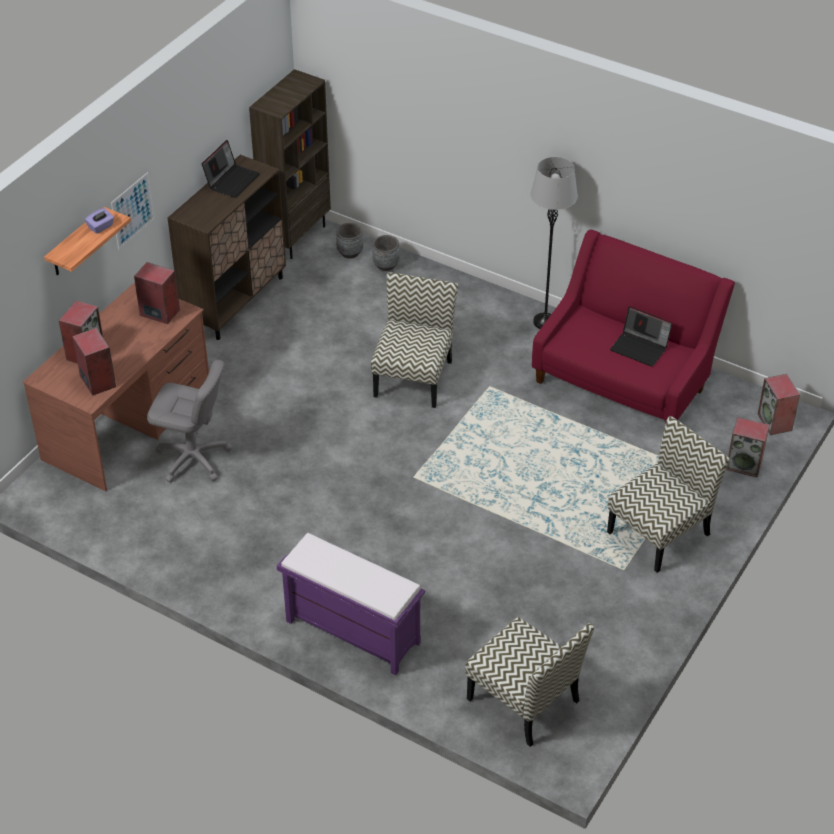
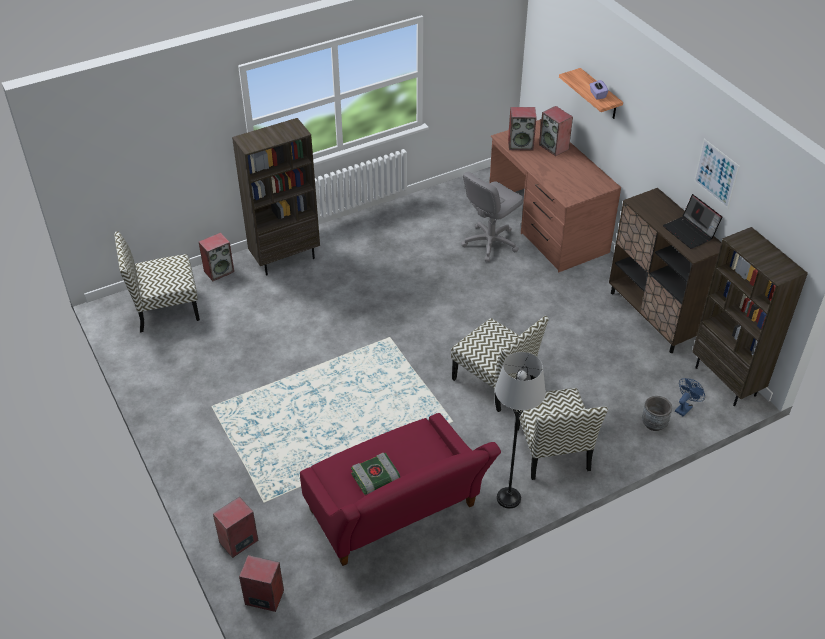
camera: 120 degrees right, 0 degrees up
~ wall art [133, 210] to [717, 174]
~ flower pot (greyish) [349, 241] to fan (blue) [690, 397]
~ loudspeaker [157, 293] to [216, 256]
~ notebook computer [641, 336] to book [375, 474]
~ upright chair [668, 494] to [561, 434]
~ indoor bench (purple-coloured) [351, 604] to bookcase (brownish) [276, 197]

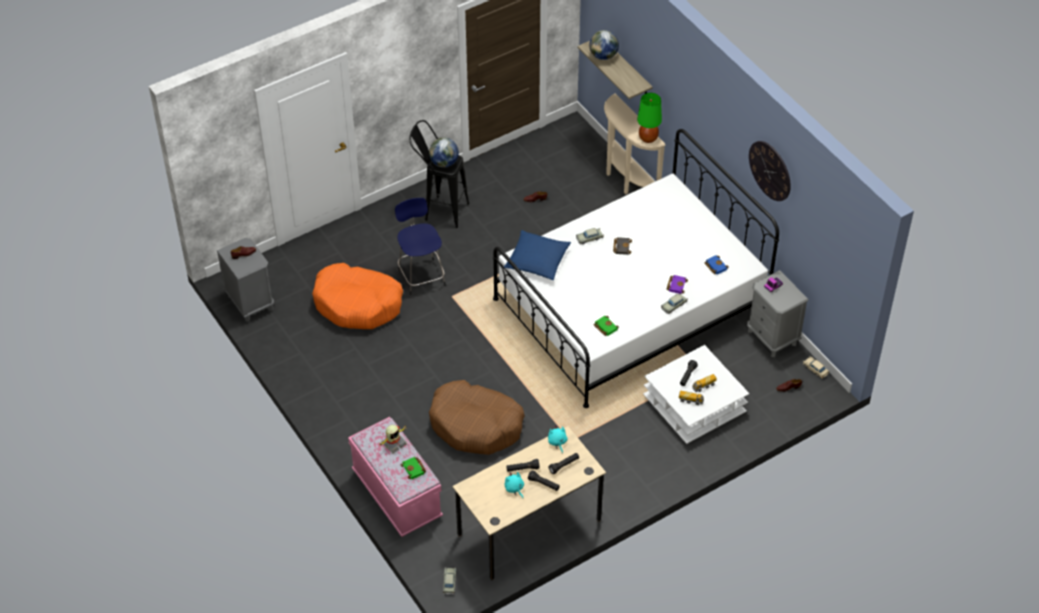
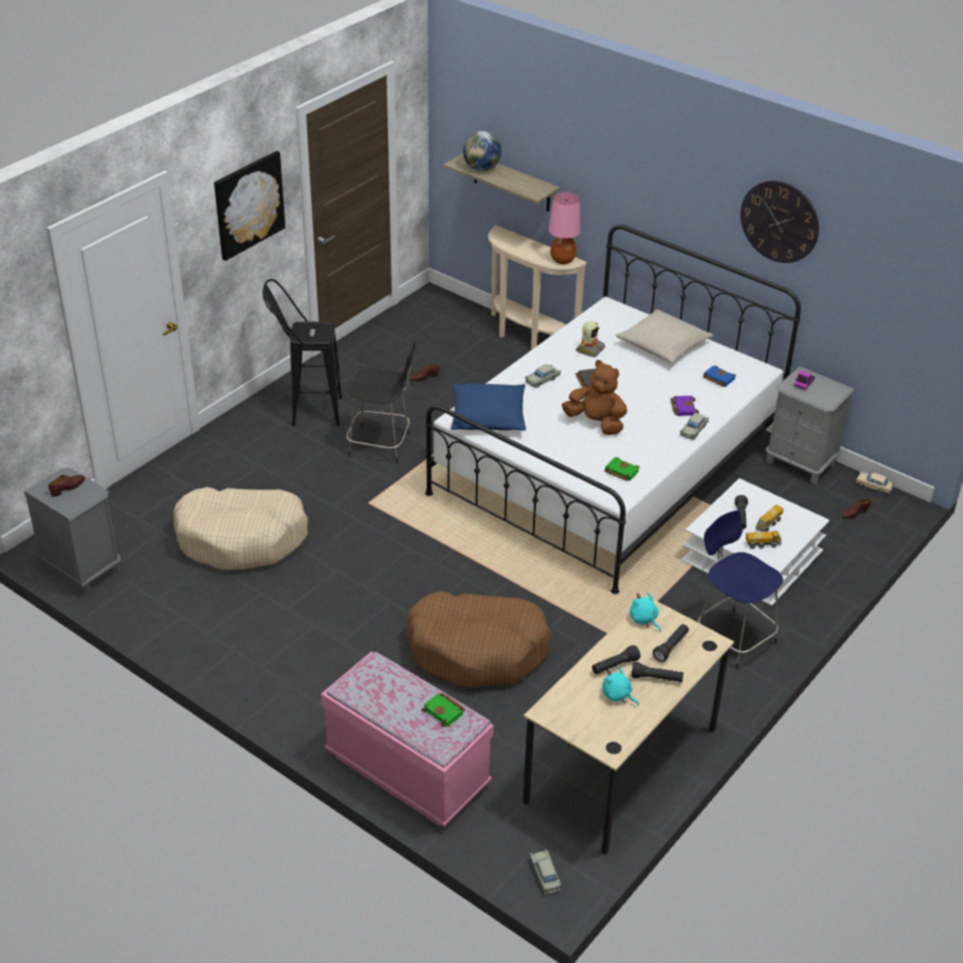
camera: 20 degrees left, 10 degrees down
~ table lamp (green-coloured) [649, 118] to table lamp (pinkish) [565, 228]
- world globe [444, 153]
~ stool seat (blue) [420, 246] to [740, 590]
~ dog cushion (orangey) [357, 296] to dog cushion (beige-coloured) [241, 528]
~ toy robot [392, 439] to [590, 339]
+ wall art [249, 206]
+ pillow (beige-coloured) [664, 336]
+ stool seat (blackish) [380, 403]
+ soft toy (brownish) [594, 397]

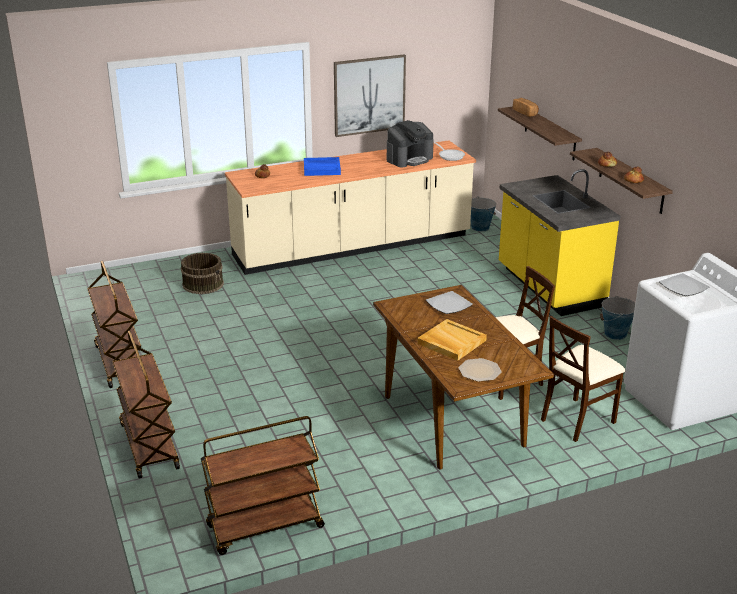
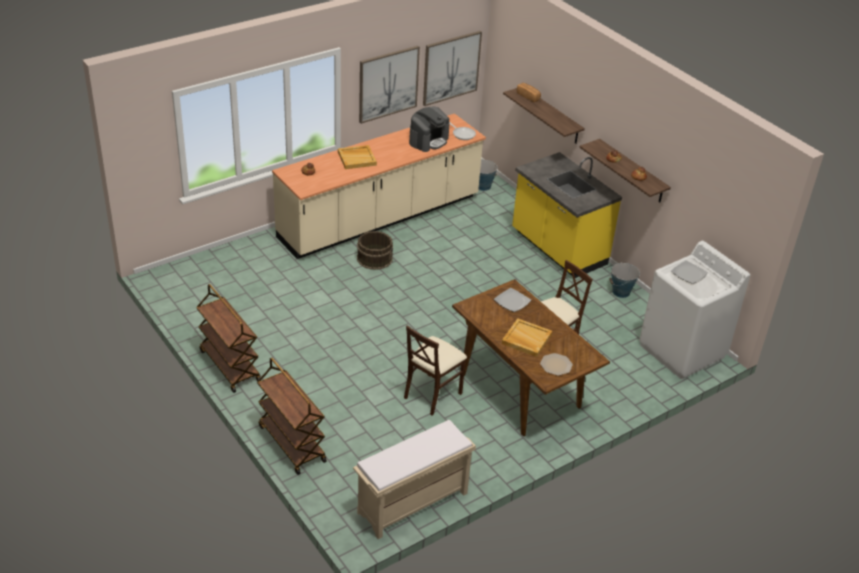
camera: 15 degrees left, 10 degrees up
~ carrying tray (blue) [322, 166] to carrying tray (beige-coloured) [357, 157]
~ water bucket (brownish) [202, 273] to [375, 250]
~ upright chair (beige-coloured) [583, 379] to [435, 370]
~ cart (brownish) [263, 485] to indoor bench (beige-coloured) [414, 479]
+ wall art [452, 68]

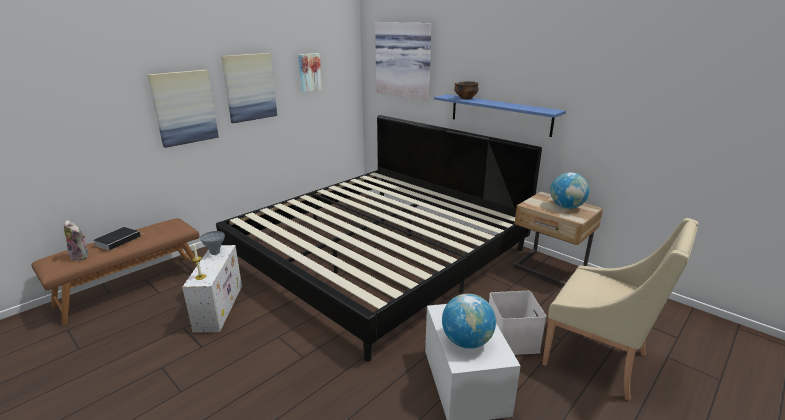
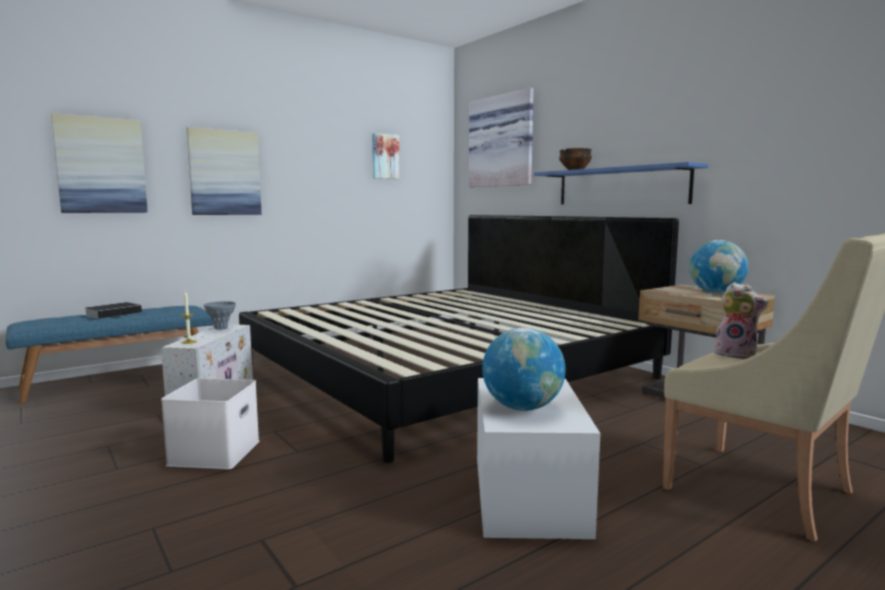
camera: 10 degrees right, 15 degrees down
~ wall art [249, 88] to [99, 163]
~ indoor bench (brownish) [115, 272] to indoor bench (blue) [110, 355]
~ soft toy [76, 240] to [741, 320]
~ storage bin (white) [517, 323] to [210, 423]

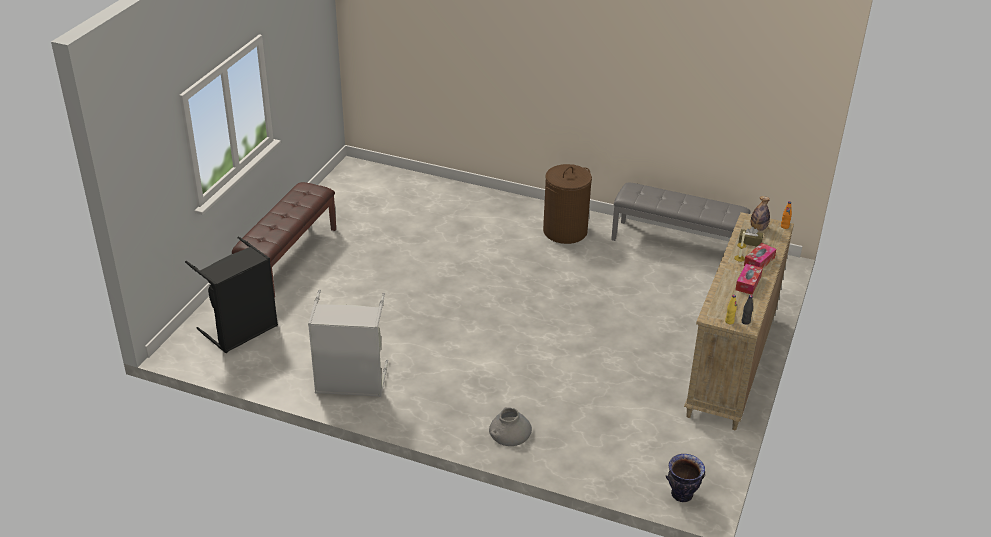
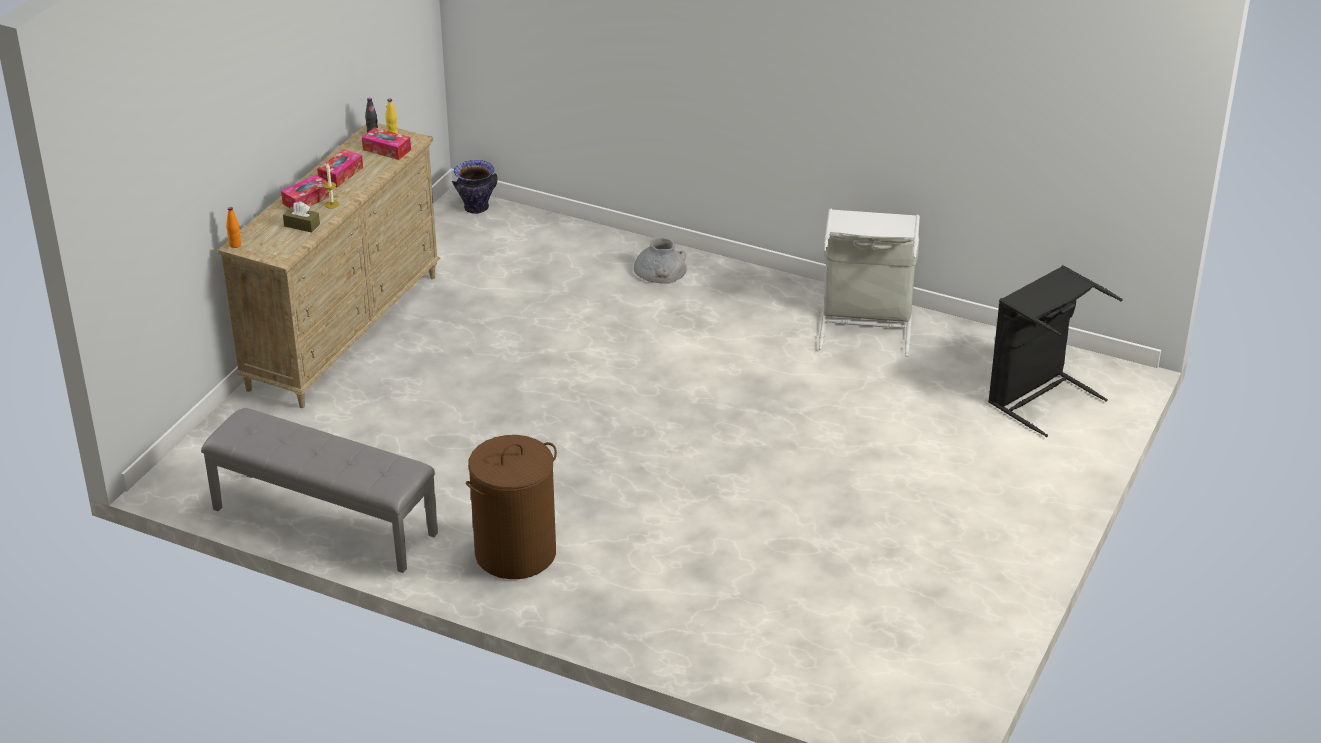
camera: 175 degrees left, 0 degrees up
- indoor bench (brownish) [284, 240]
- bottle [760, 213]
+ tissue holder [386, 143]

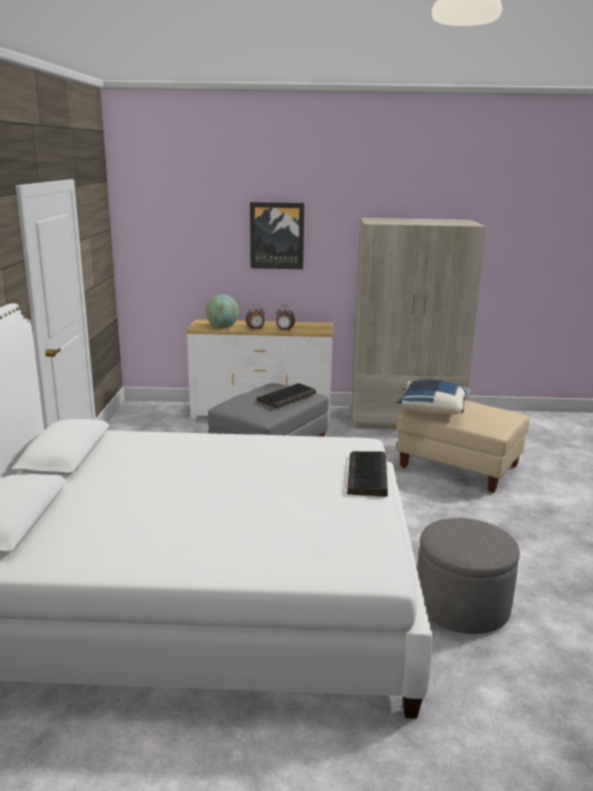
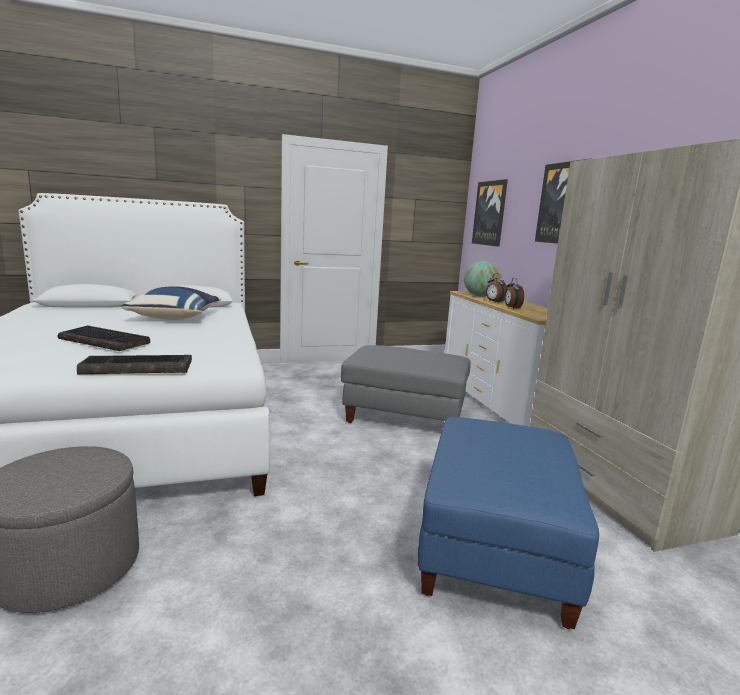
camera: 70 degrees right, 5 degrees down
~ pillow (blue) [434, 397] to [171, 303]
~ keyboard [286, 395] to [103, 338]
~ footrest (beige-coloured) [463, 446] to footrest (blue) [508, 523]
+ wall art [490, 213]

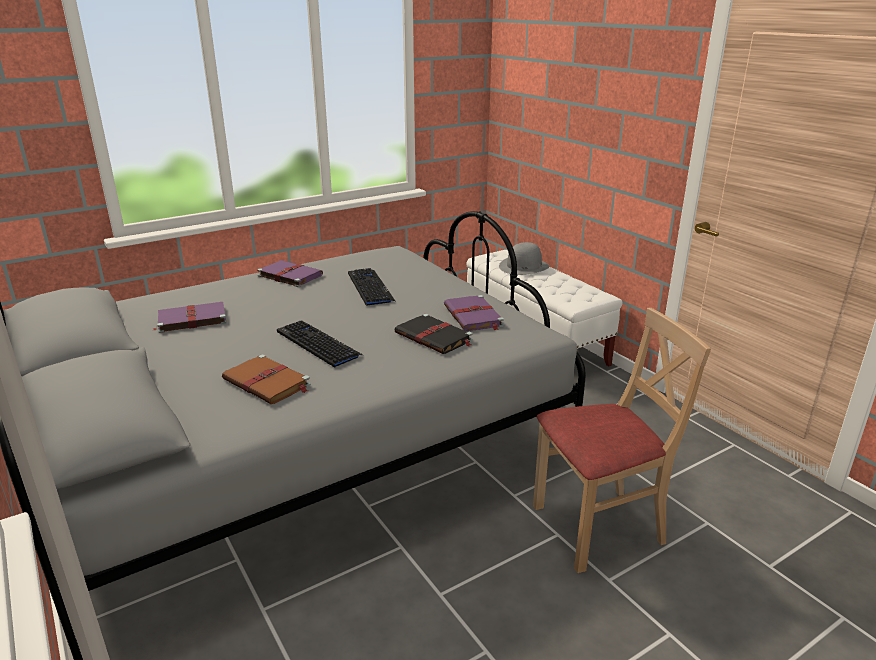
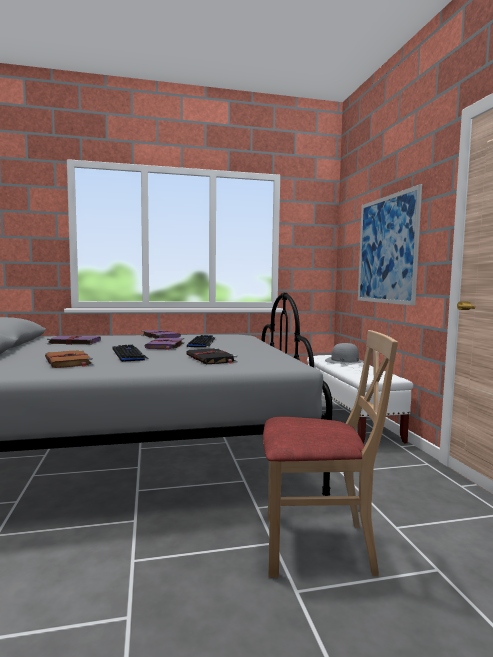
camera: 20 degrees right, 20 degrees down
~ book (purple-coloured) [474, 313] to [164, 344]
+ wall art [390, 245]

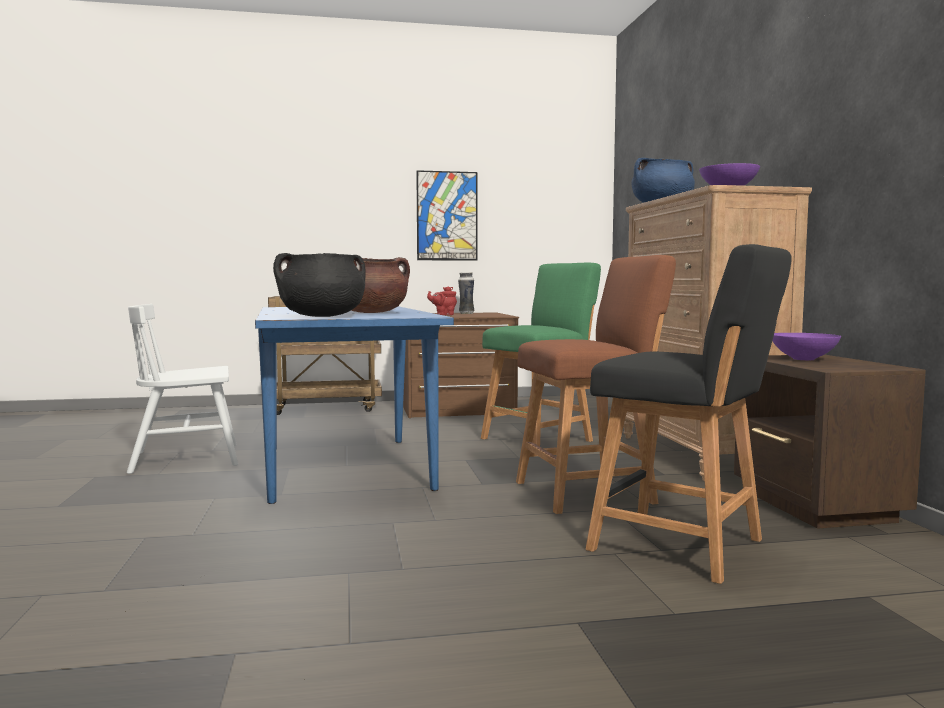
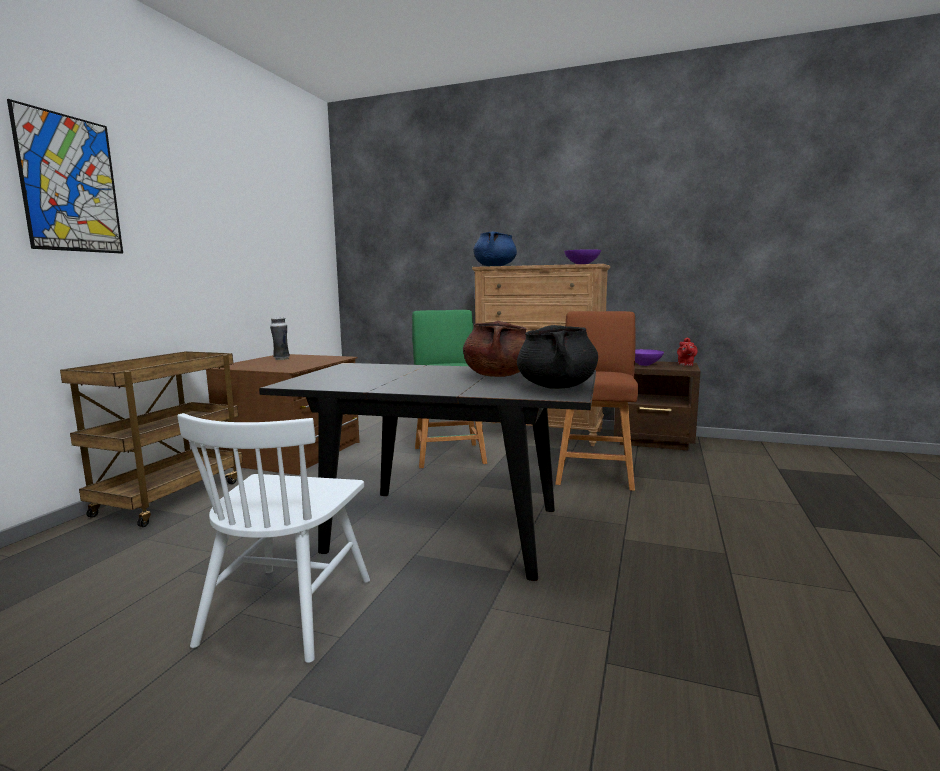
camera: 60 degrees left, 5 degrees up
~ wall art [447, 215] to [65, 176]
- stool seat (blackish) [688, 414]
~ tea pot (red) [442, 300] to [687, 351]
~ dinner table (blue) [354, 405] to dinner table (blackish) [427, 472]

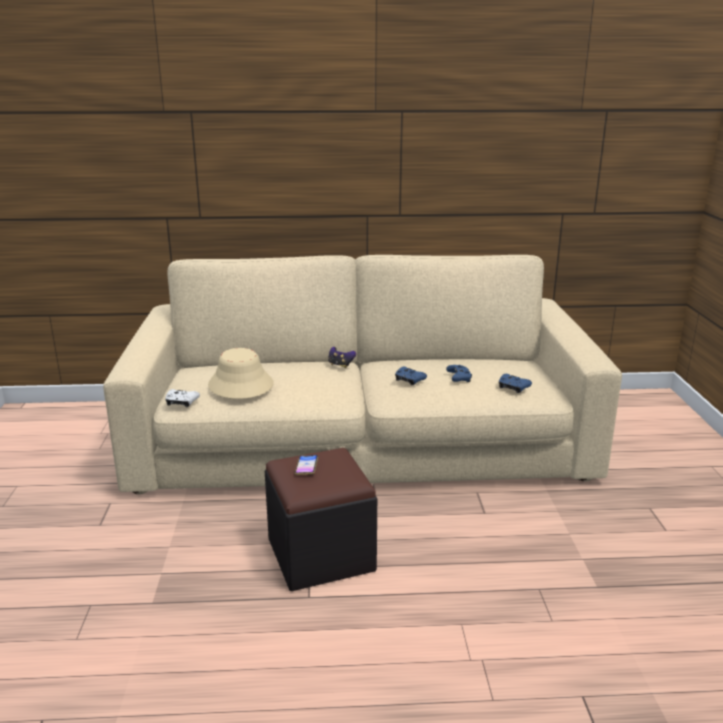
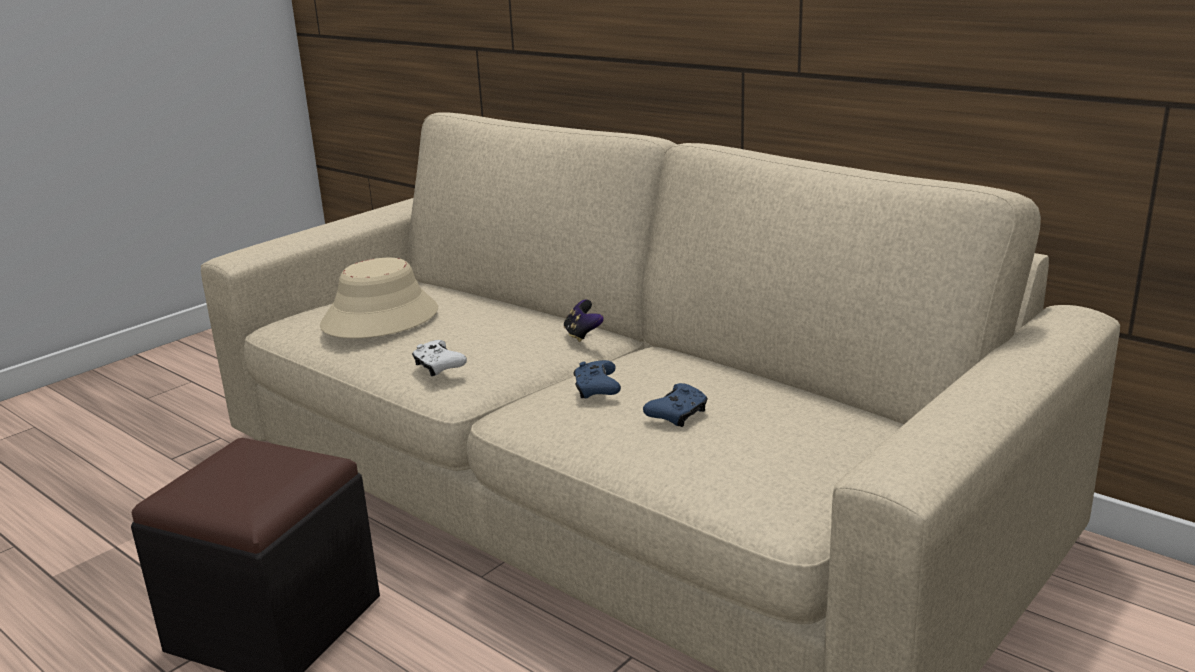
camera: 45 degrees right, 0 degrees up
- joypad (blue) [515, 383]
~ joypad (white) [182, 398] to [439, 358]
- handset [306, 465]

